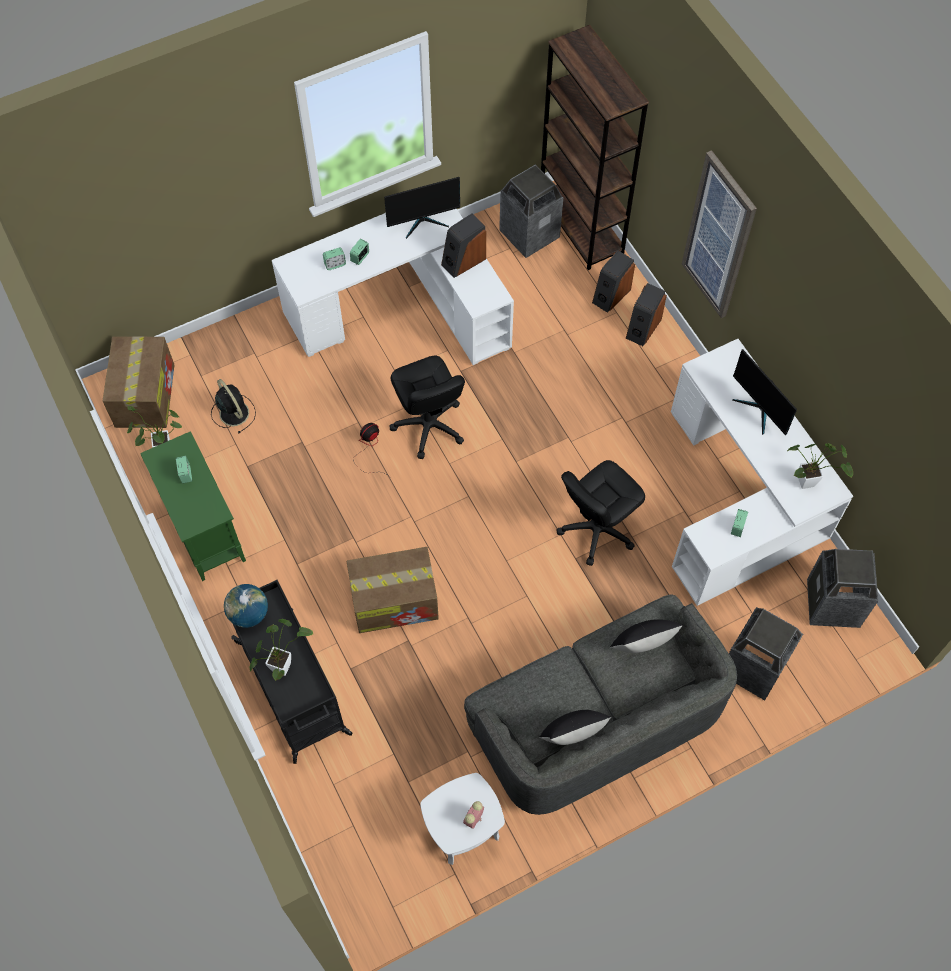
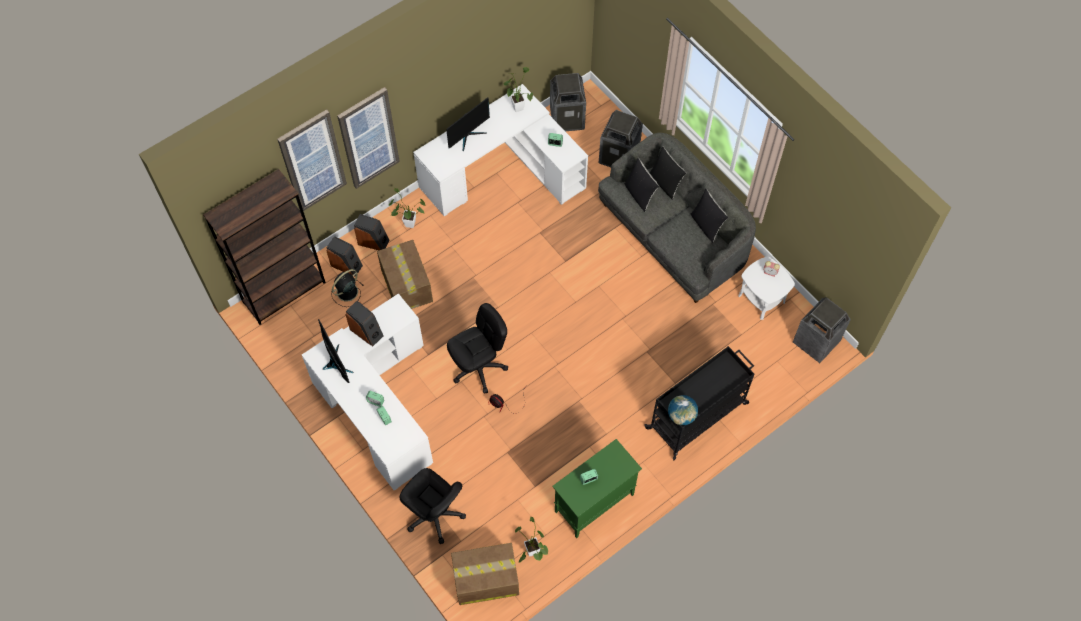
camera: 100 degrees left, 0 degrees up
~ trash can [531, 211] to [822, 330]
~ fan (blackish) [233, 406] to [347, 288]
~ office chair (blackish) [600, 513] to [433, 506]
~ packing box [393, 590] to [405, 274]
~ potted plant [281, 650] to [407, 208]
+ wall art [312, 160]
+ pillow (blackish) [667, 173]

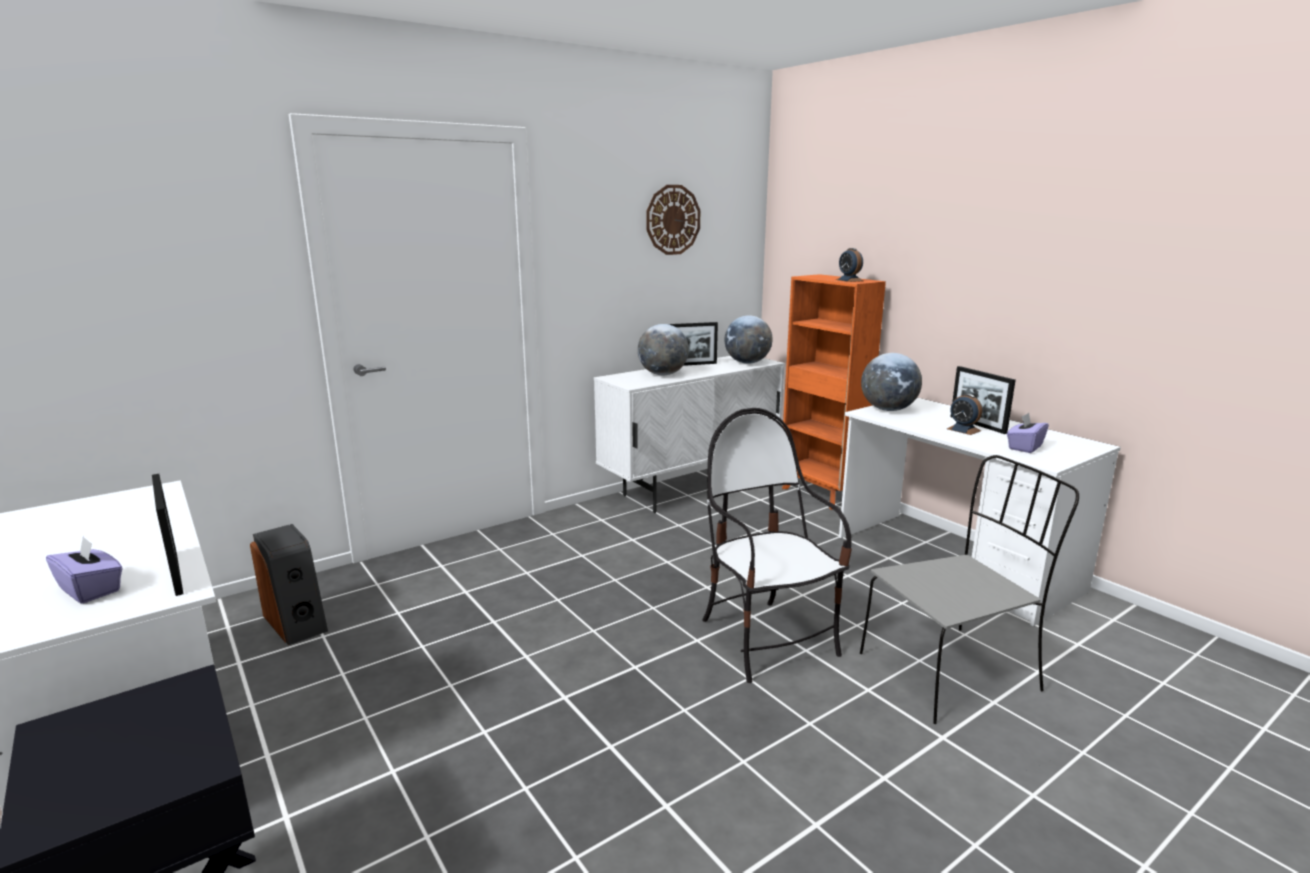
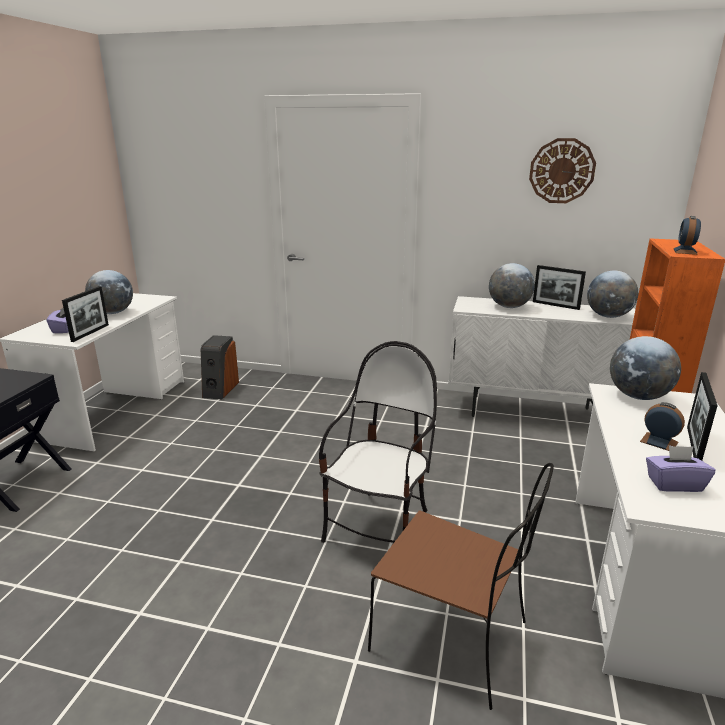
camera: 50 degrees right, 5 degrees up
~ table clock [965, 414] = [662, 426] 120 degrees clockwise
~ upright chair (greyish) [969, 589] to upright chair (brownish) [461, 586]
+ world globe [109, 292]

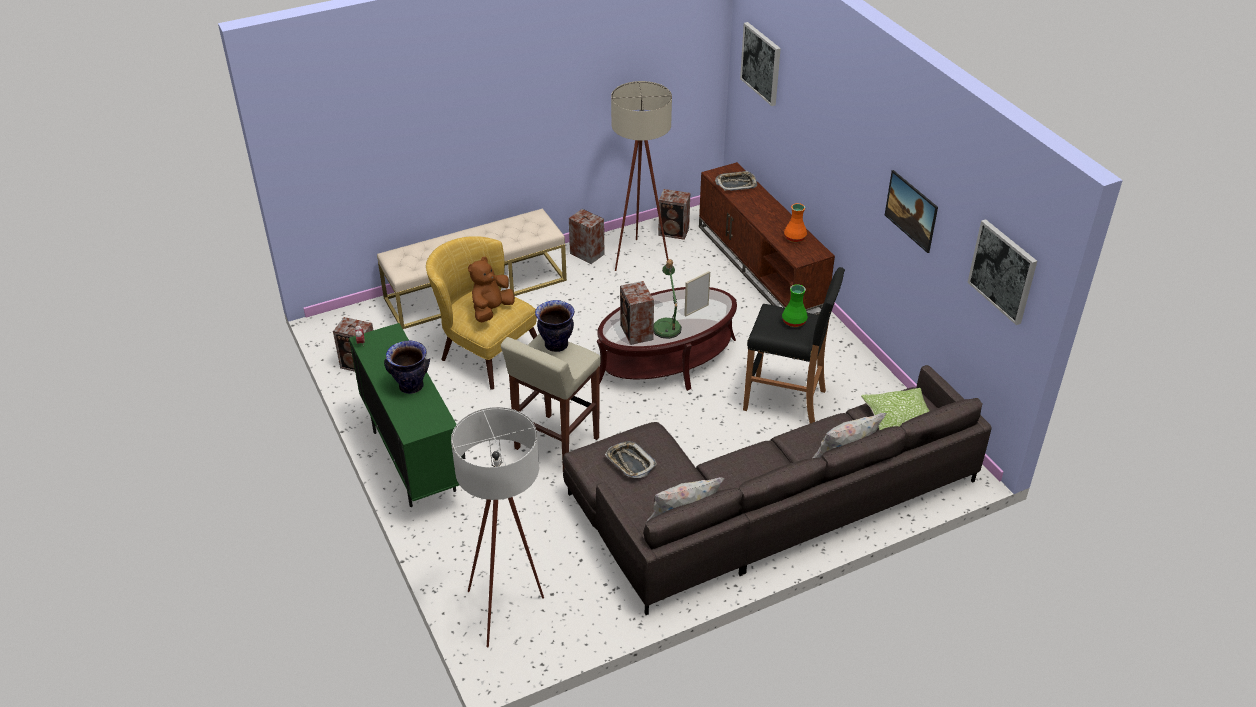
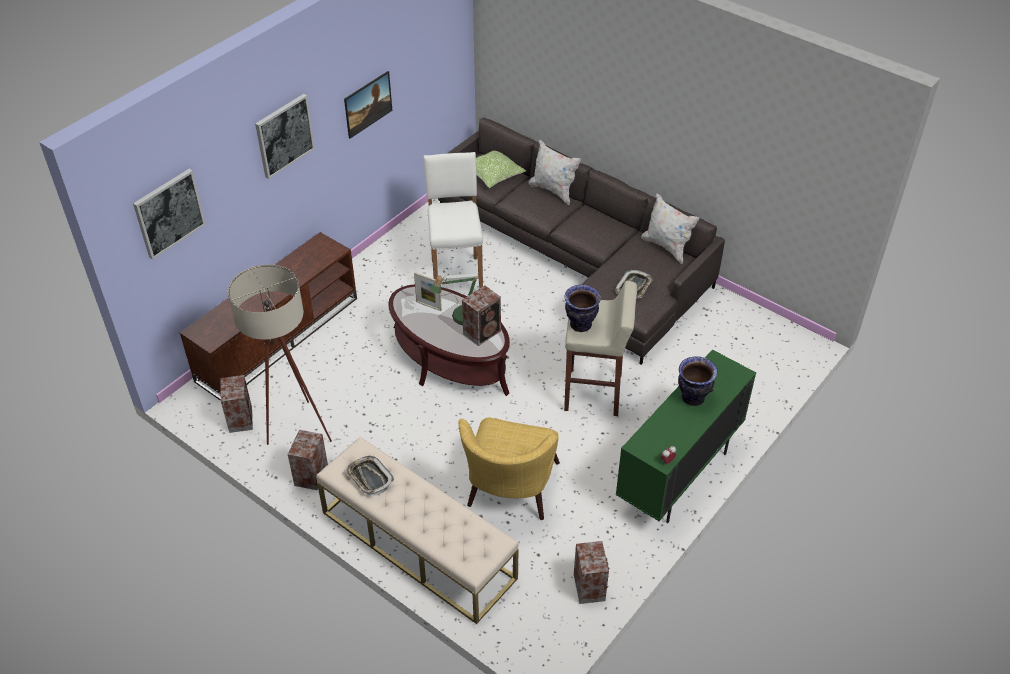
camera: 115 degrees left, 5 degrees up
~ carrying tray [736, 181] to [370, 475]
- decorative vase (orangey) [795, 223]
~ wall art [1002, 272] to [285, 136]
- soft toy (brownish) [491, 289]
~ stool seat (blackish) [794, 345] to stool seat (white) [453, 220]
- decorative vase (green-coloured) [795, 305]
- floor lamp (white) [497, 527]

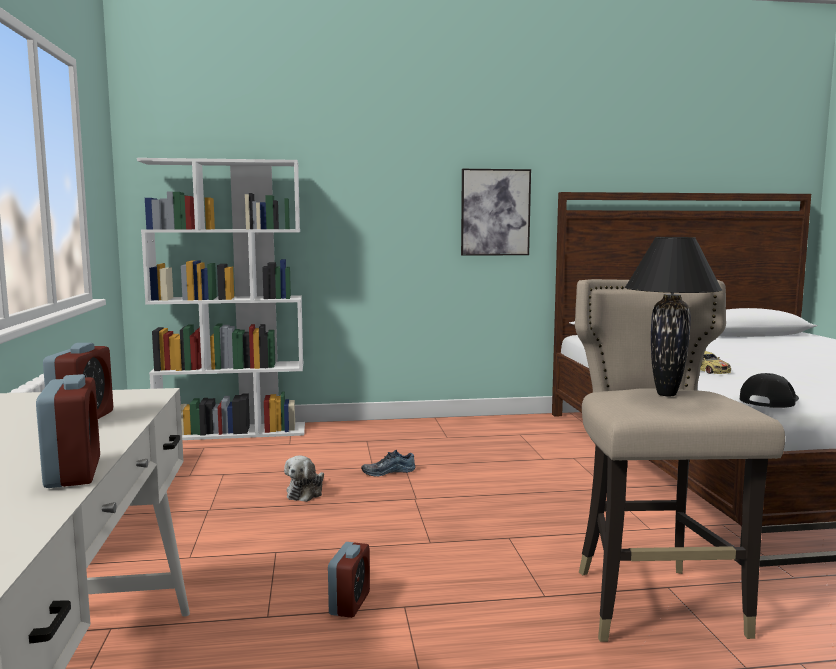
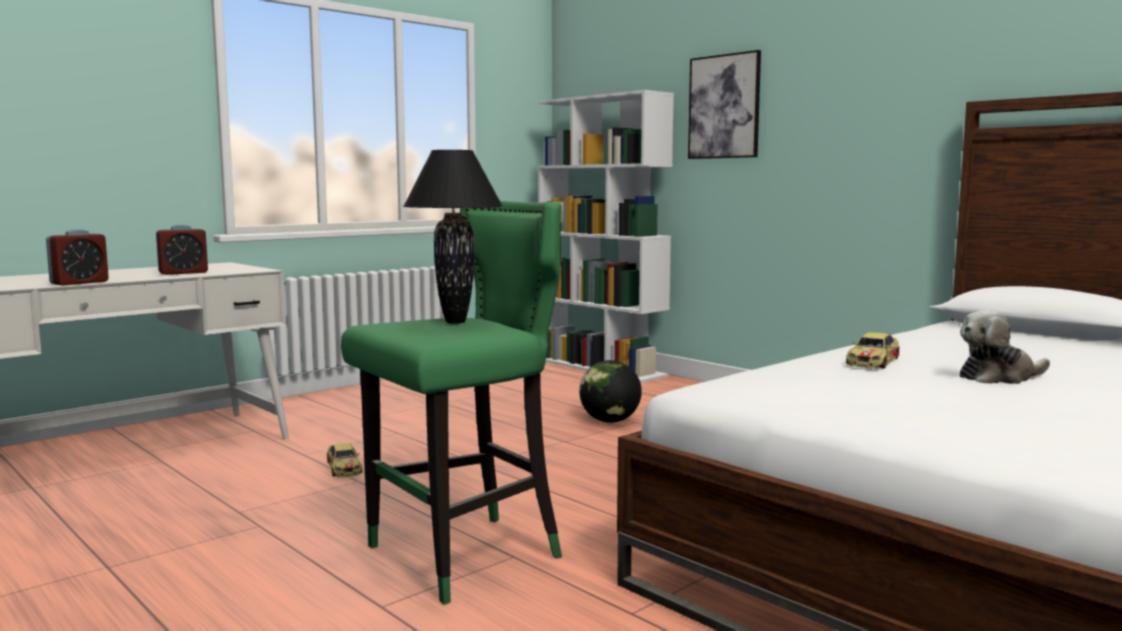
camera: 55 degrees right, 0 degrees up
~ wall art [496, 212] to [724, 104]
~ stool seat (beige-coloured) [680, 460] to stool seat (green-coloured) [451, 403]
- peaked cap (blackish) [769, 390]
~ item of footwear [388, 463] to world globe [610, 391]
~ soft toy [304, 478] to [1005, 347]
~ table clock [349, 580] to model car [344, 460]

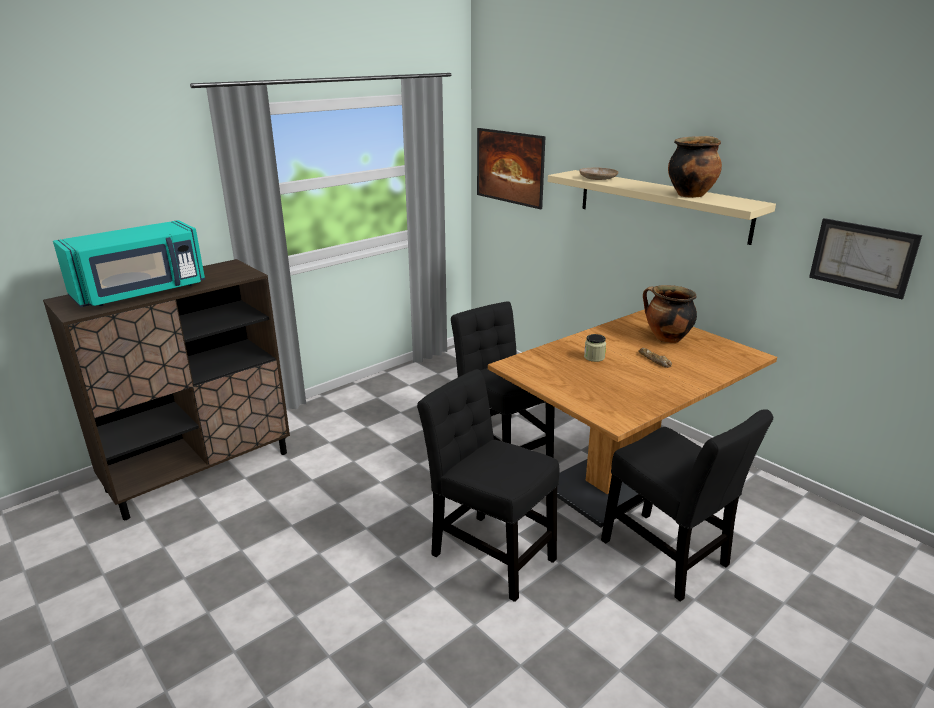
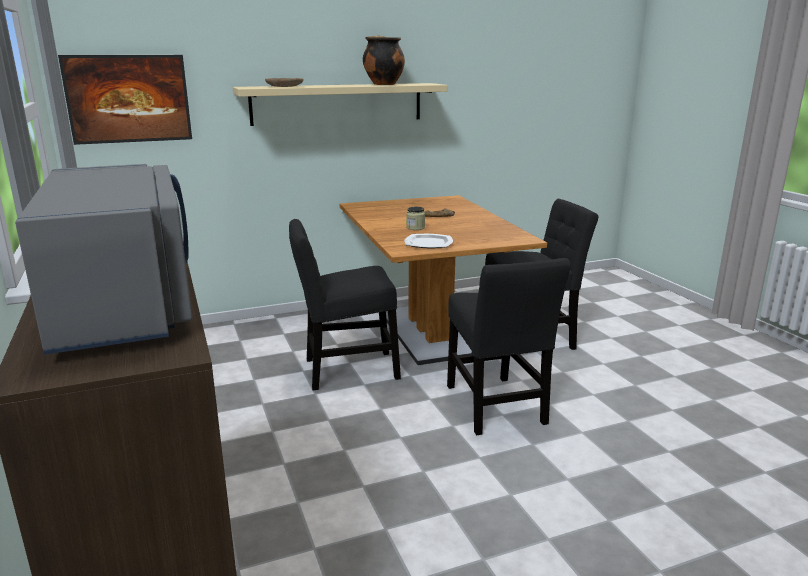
camera: 70 degrees left, 5 degrees down
- wall art [865, 258]
~ microwave (turquoise-coloured) [129, 263] to microwave (greyish) [104, 259]
- cooking pot [670, 314]
~ upright chair (blackish) [488, 485] = [509, 346] 75 degrees counterclockwise
+ dinner plate [428, 241]

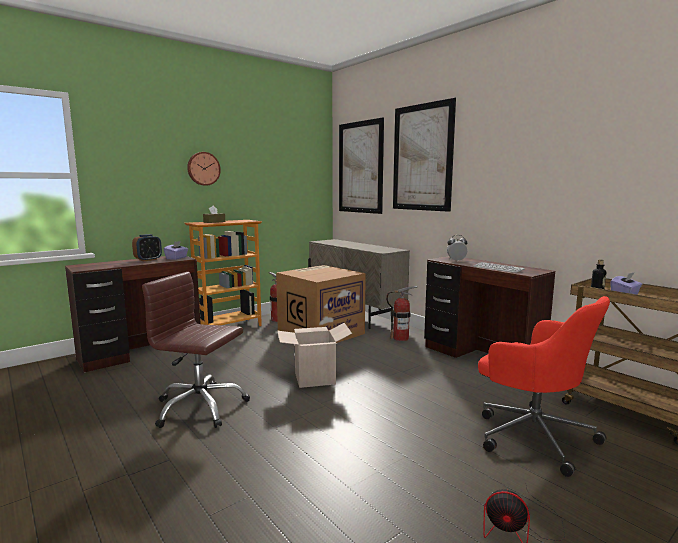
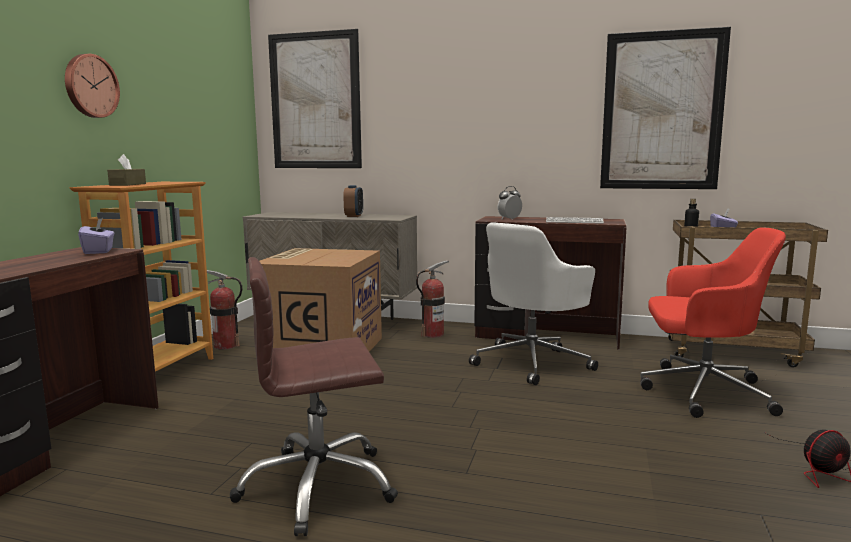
camera: 35 degrees left, 0 degrees up
~ wall art [424, 155] to [665, 108]
~ table clock [147, 247] to [353, 201]
- packing box [314, 355]
+ office chair (white) [533, 304]

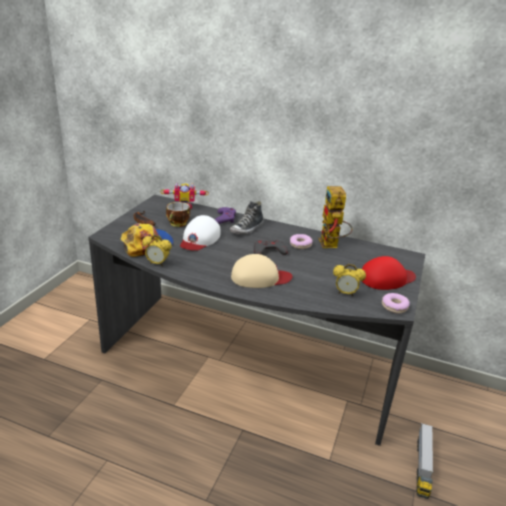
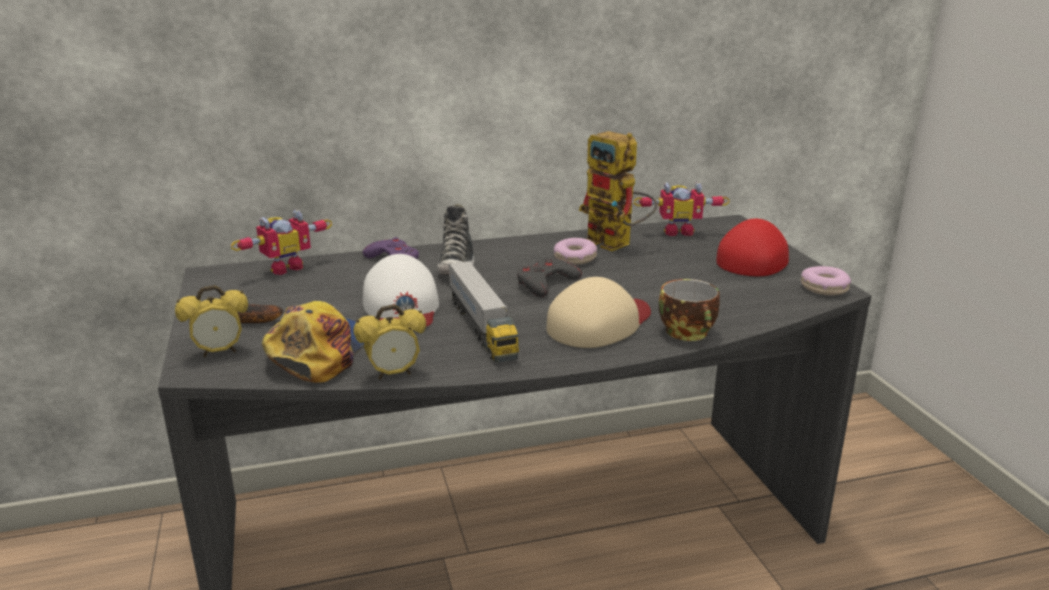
camera: 35 degrees left, 5 degrees down
~ cup [178, 214] to [689, 310]
~ table clock [349, 280] to [211, 321]
~ toy lorry [424, 461] to [483, 312]
+ toy robot [681, 209]

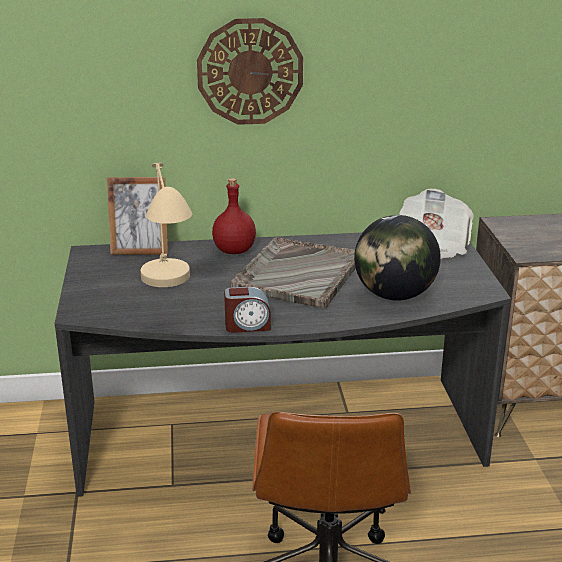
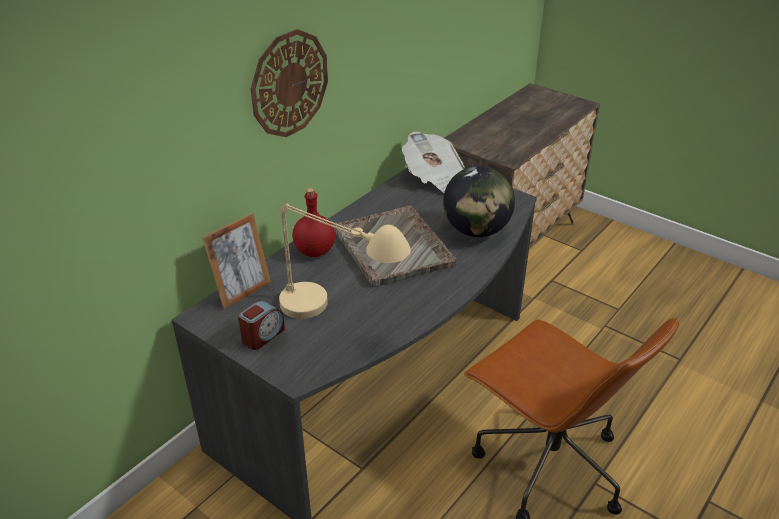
camera: 45 degrees left, 10 degrees up
~ table clock [247, 310] to [261, 325]

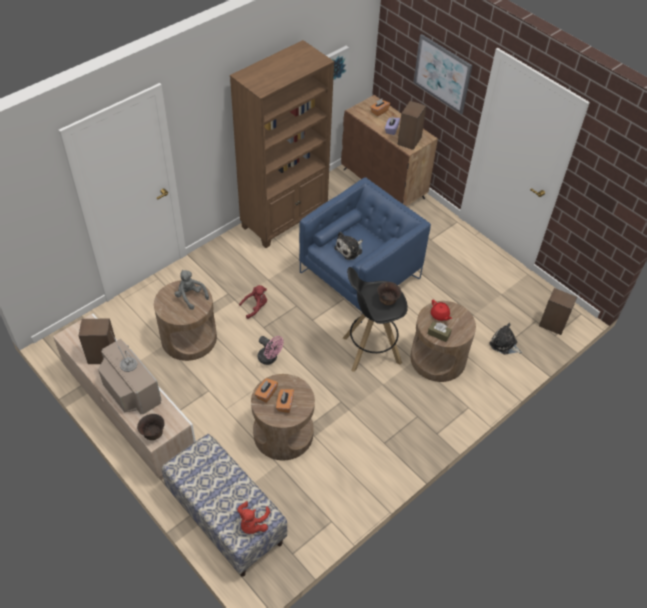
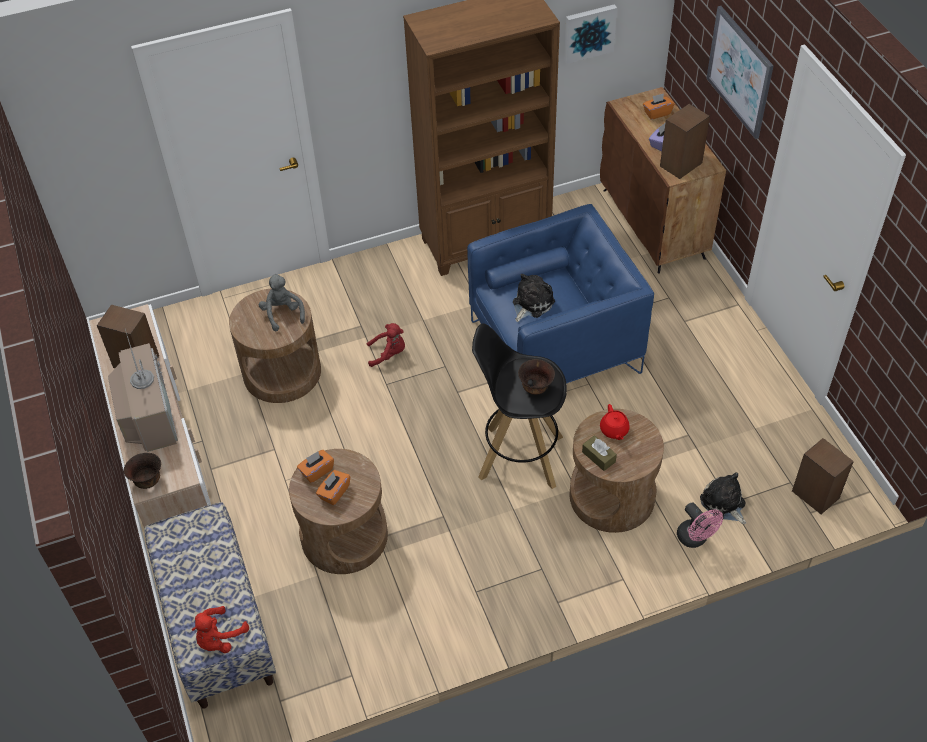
camera: 25 degrees right, 0 degrees up
~ soft toy [348, 246] = [534, 298] 150 degrees clockwise
~ fan (pinkish) [271, 350] to [700, 525]

